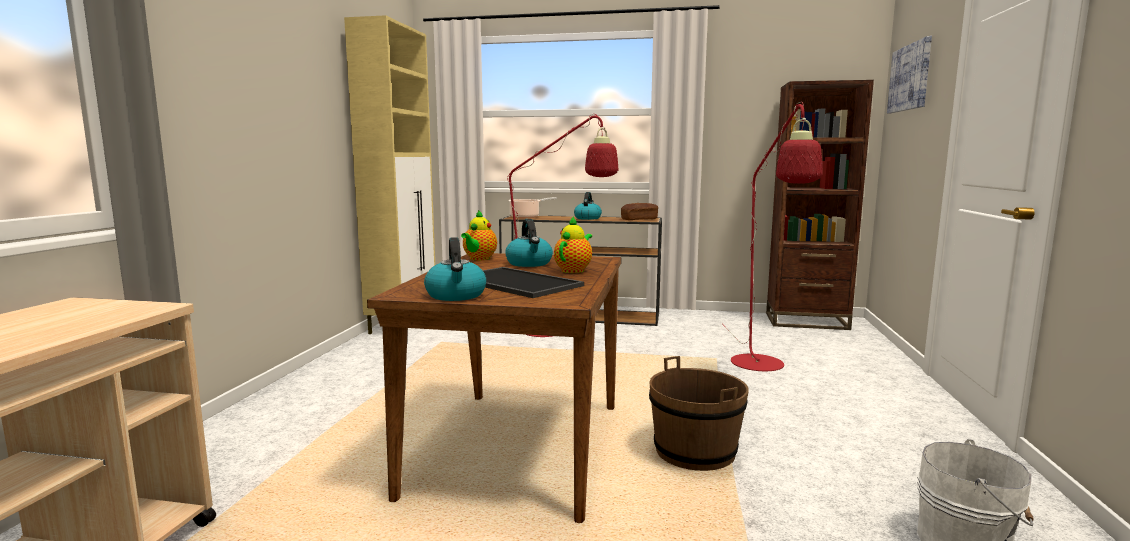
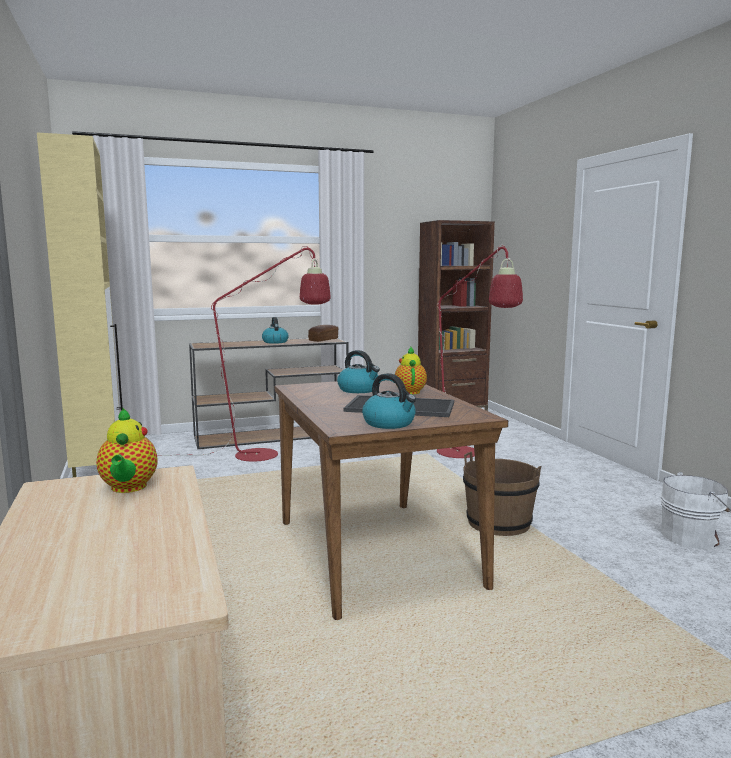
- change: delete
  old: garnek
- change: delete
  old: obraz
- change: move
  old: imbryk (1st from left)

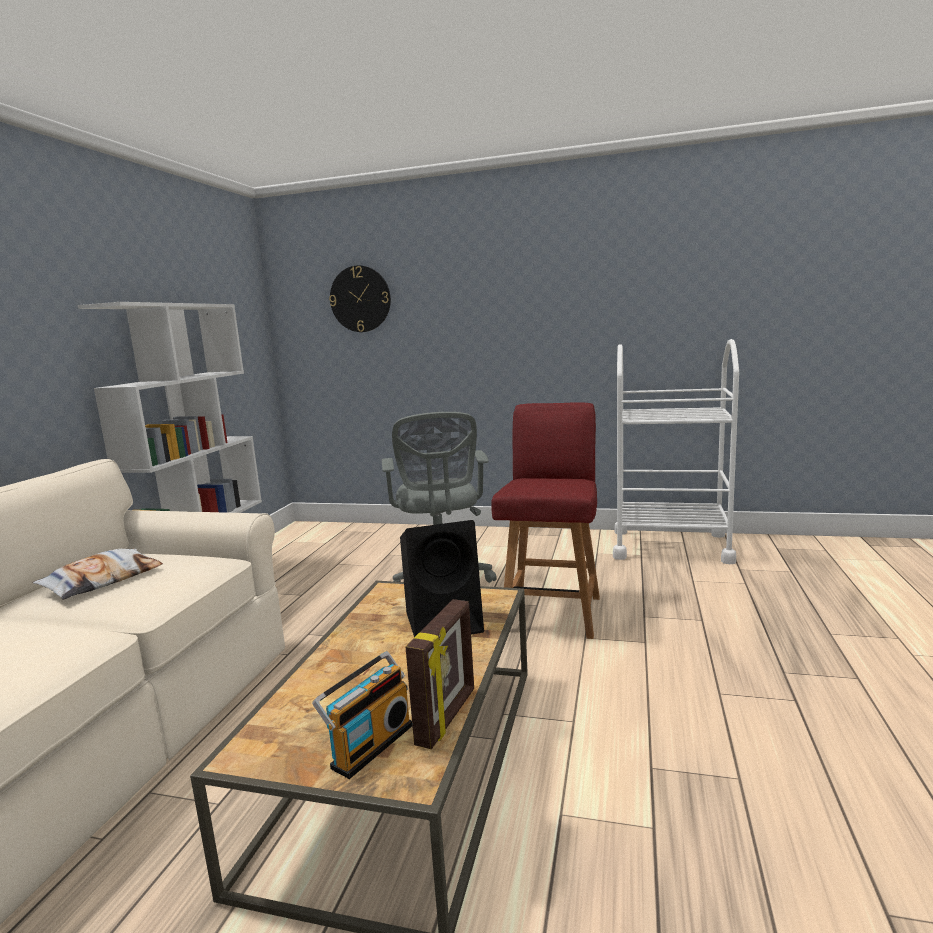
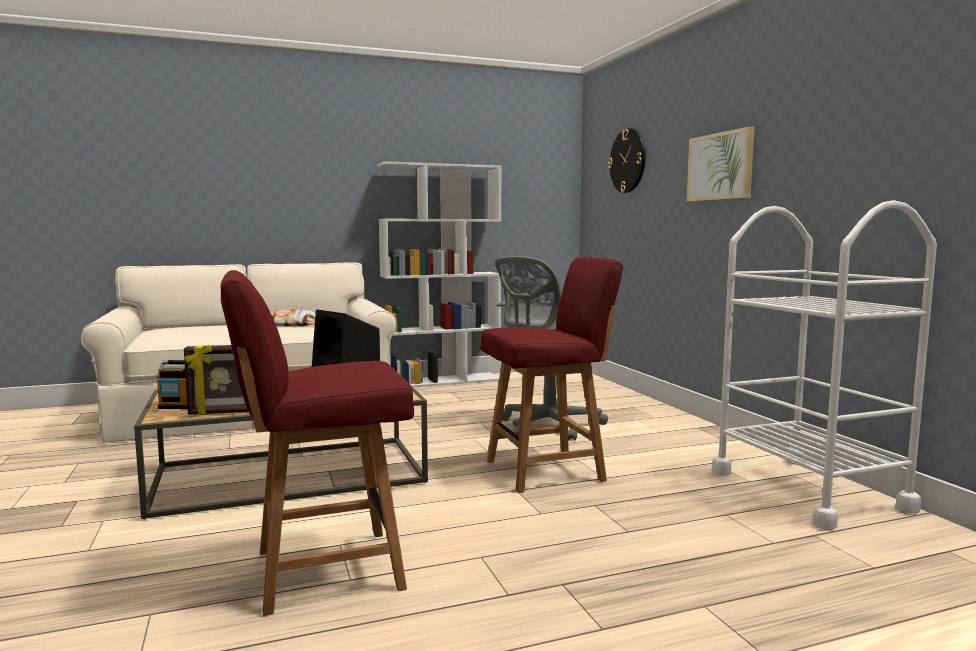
- change: insert
  new: krzesło [czerwony] (1st from left)
- change: insert
  new: obraz

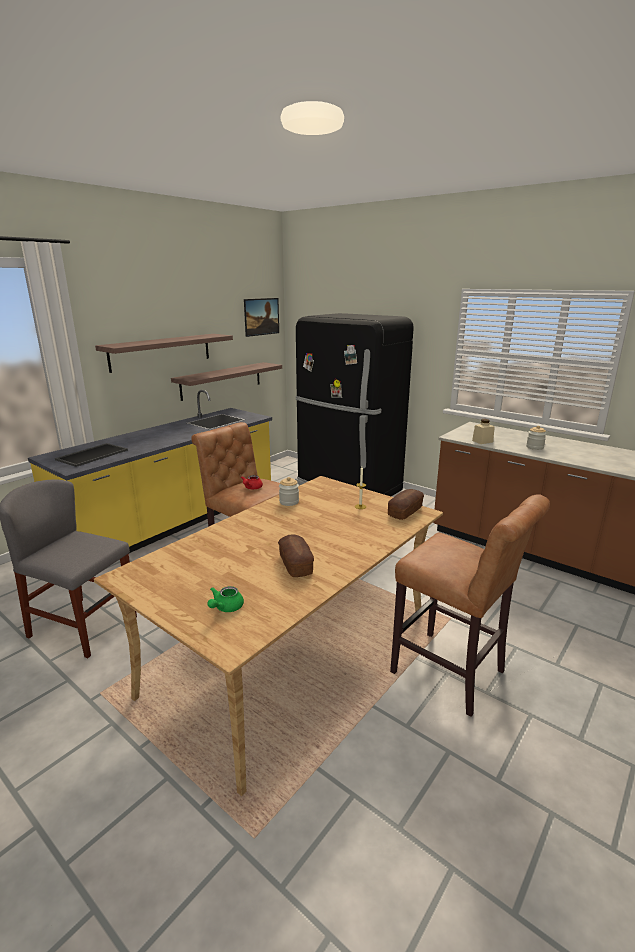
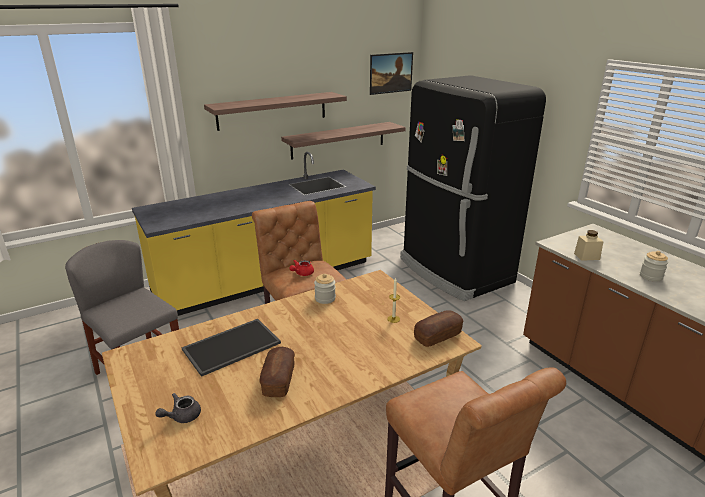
- change: move
  old: taca
- change: recolor
  old: imbryk [zielony]
  new: imbryk [szary]

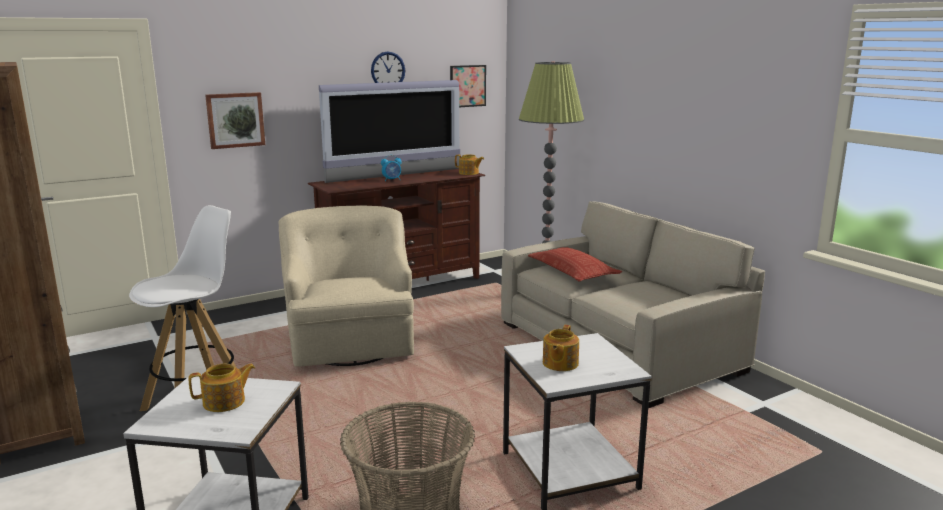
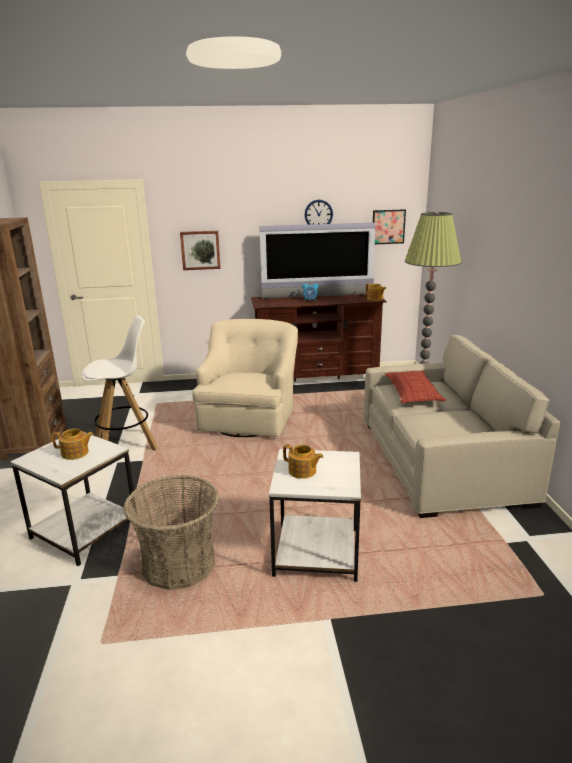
- change: rotate
  old: imbryk (3rd from left in the first image)
  degrees: -105

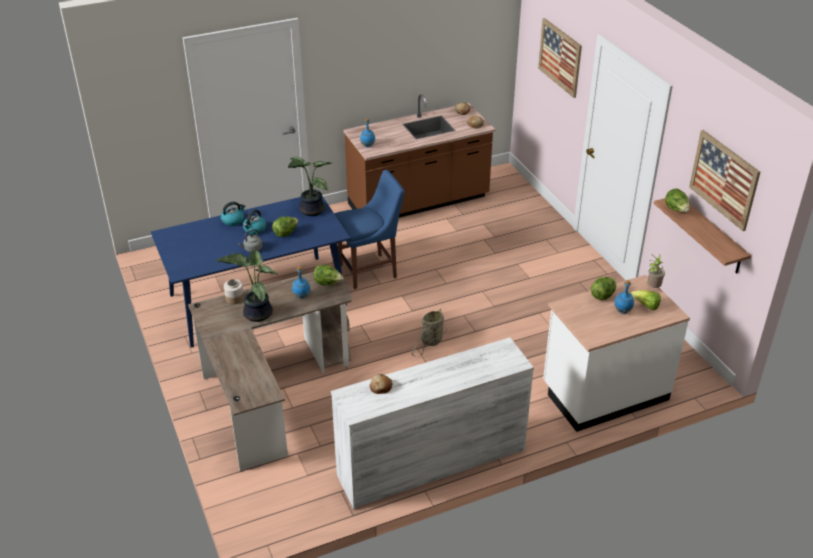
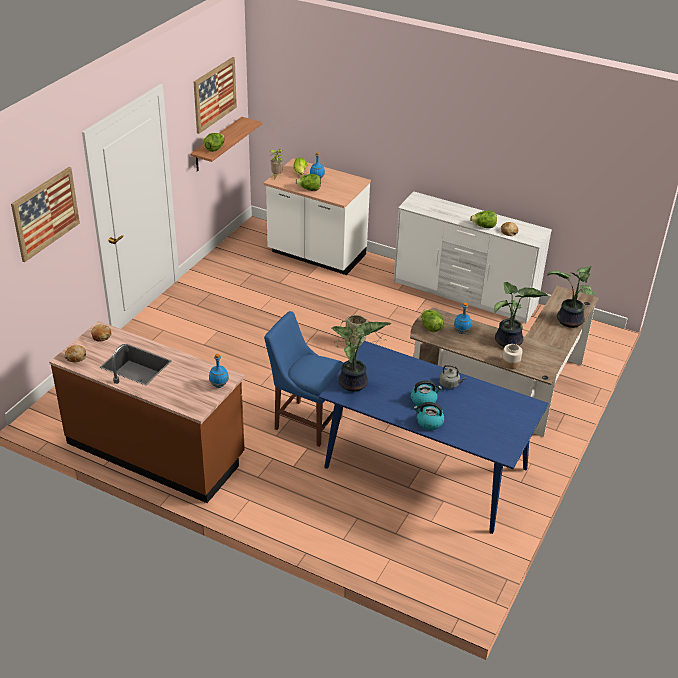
- change: insert
  new: roślina doniczkowa (4th from left)
- change: move
  old: sałata (1st from left in the first image)
  new: sałata (5th from left)

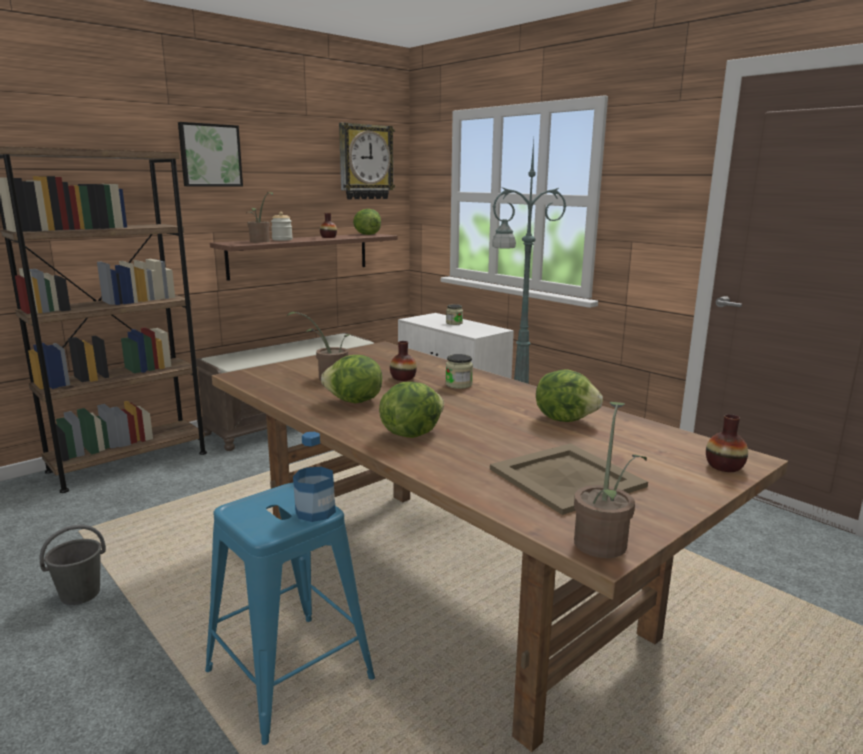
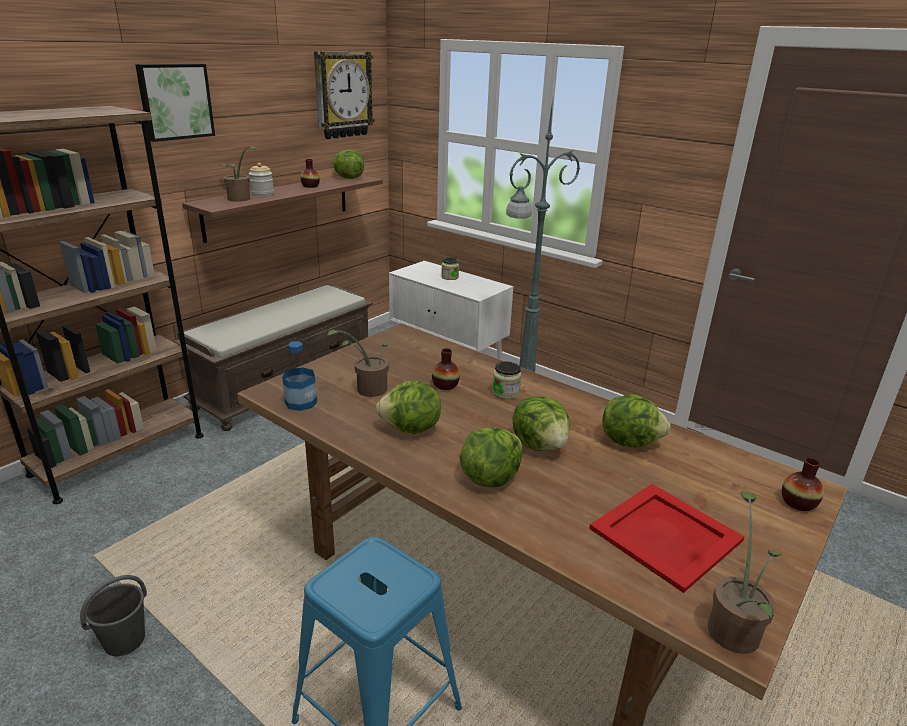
- change: insert
  new: sałata (4th from left)
- change: move
  old: butelka
- change: recolor
  old: taca [beżowy]
  new: taca [czerwony]

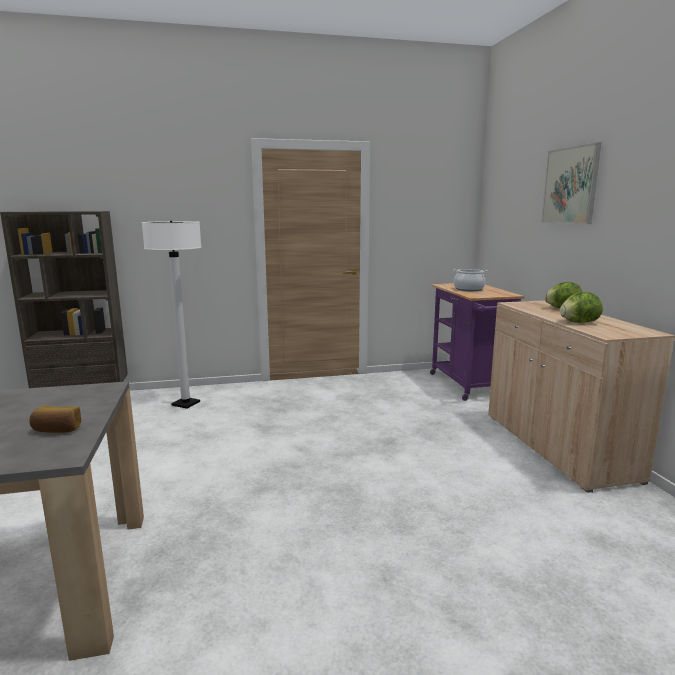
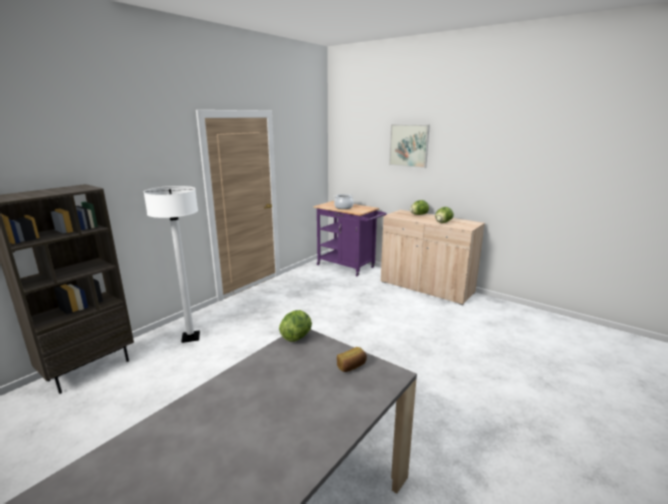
- change: insert
  new: sałata (1st from left)

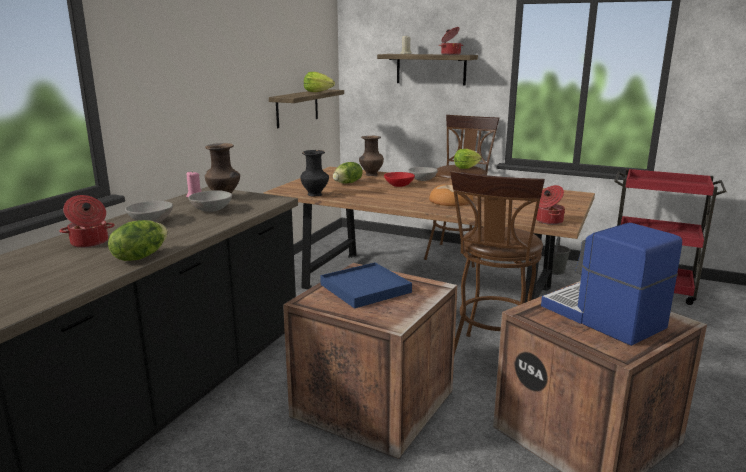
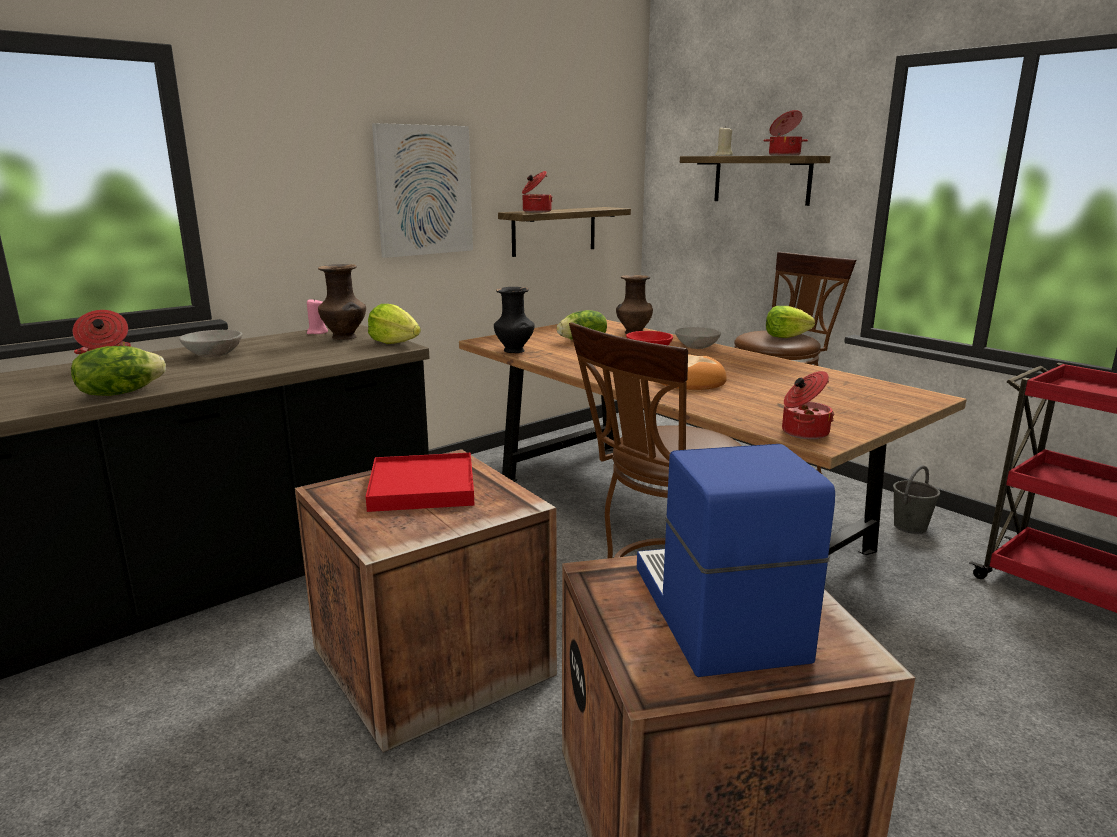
- change: delete
  old: miska [szary] (2nd from left)
- change: insert
  new: obraz
- change: insert
  new: garnek (2nd from left)
- change: move
  old: sałata (2nd from left)
- change: recolor
  old: taca [niebieski]
  new: taca [czerwony]

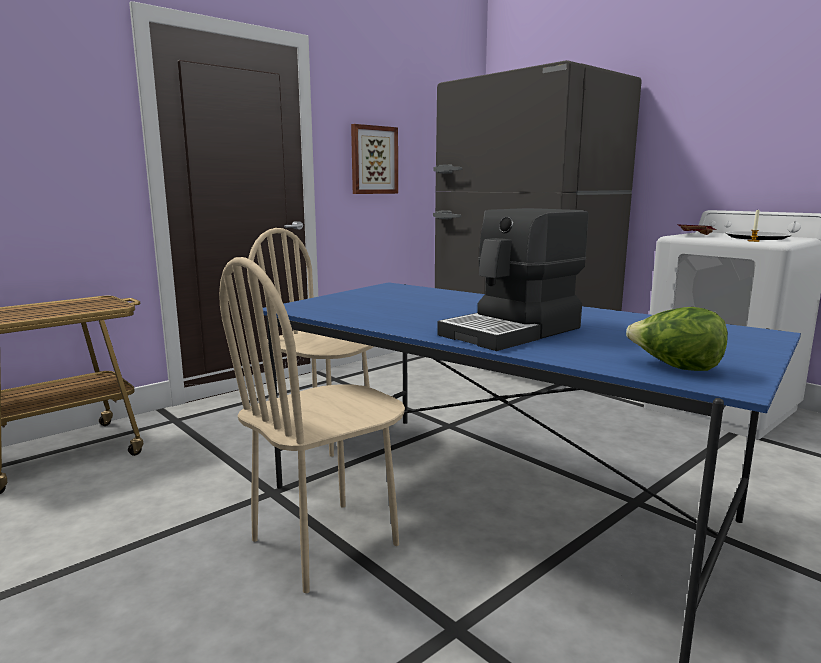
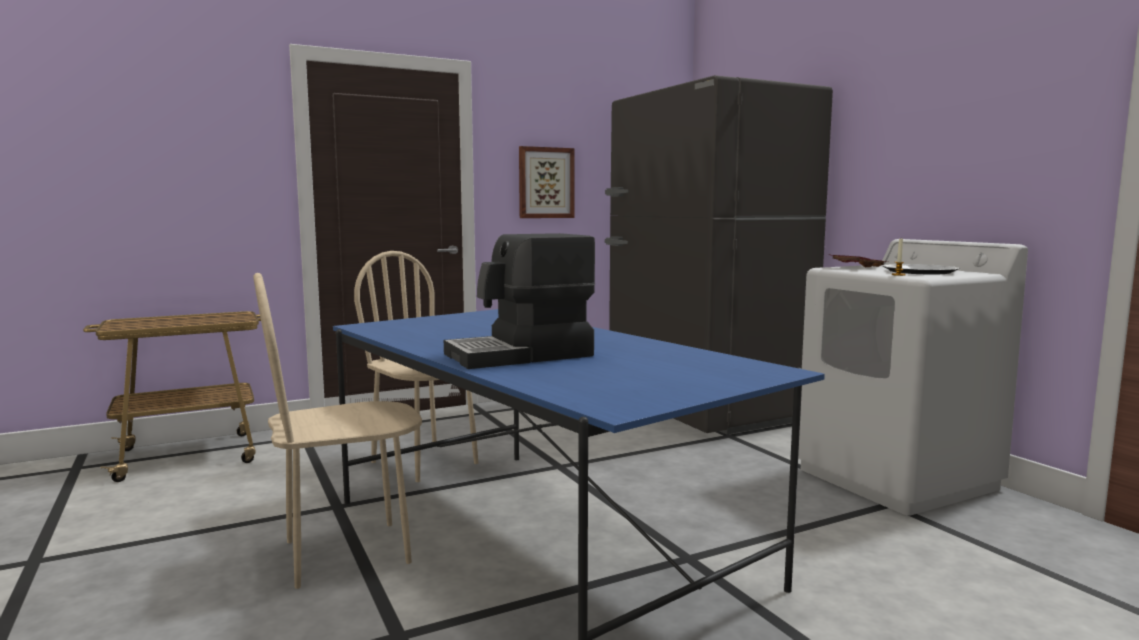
- change: delete
  old: sałata

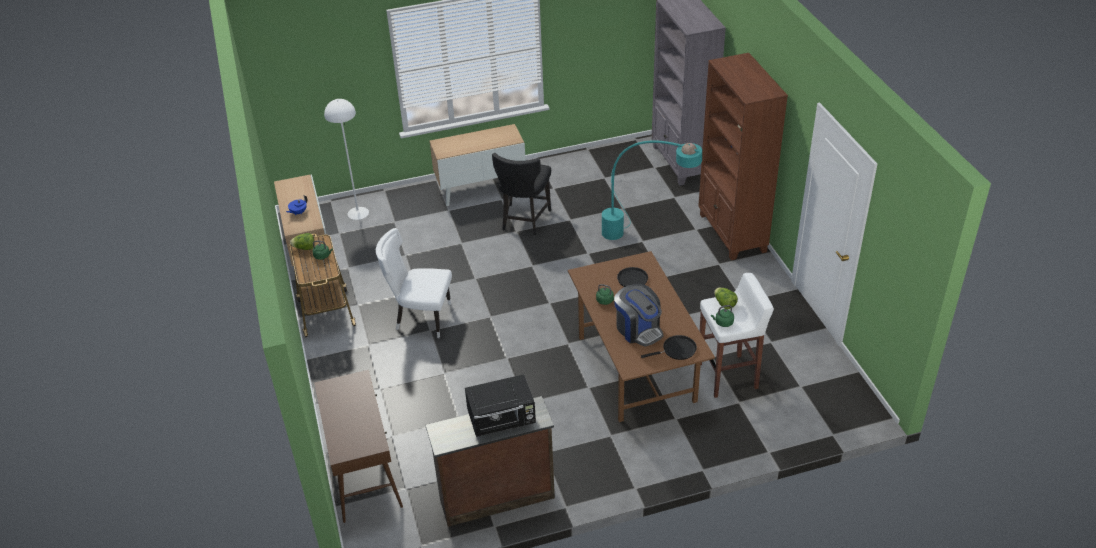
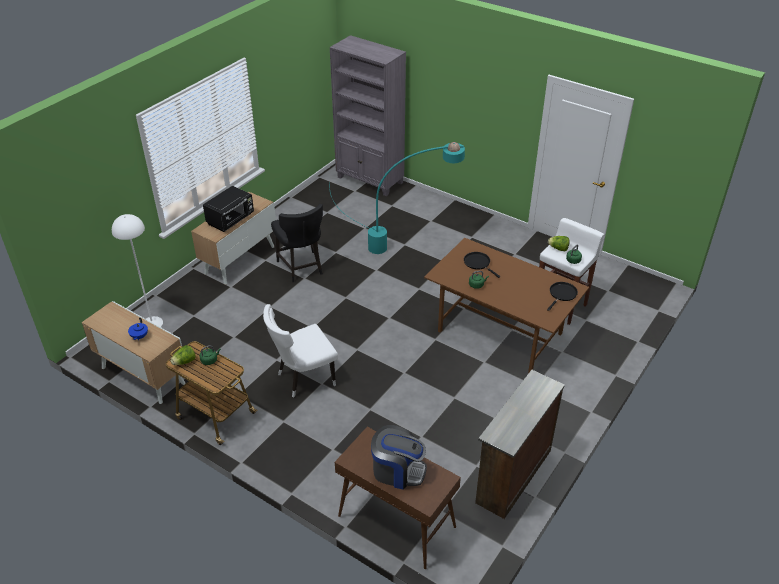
- change: delete
  old: regał [brązowy]
- change: move
  old: mikrofalówka [czarny]
- change: move
  old: ekspres do kawy

